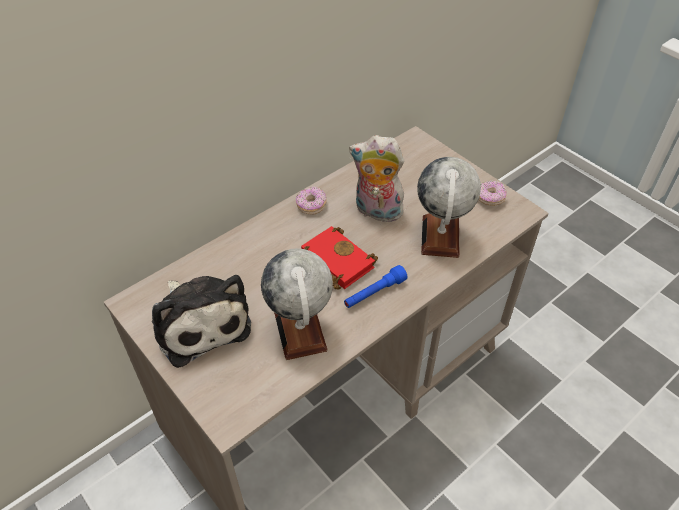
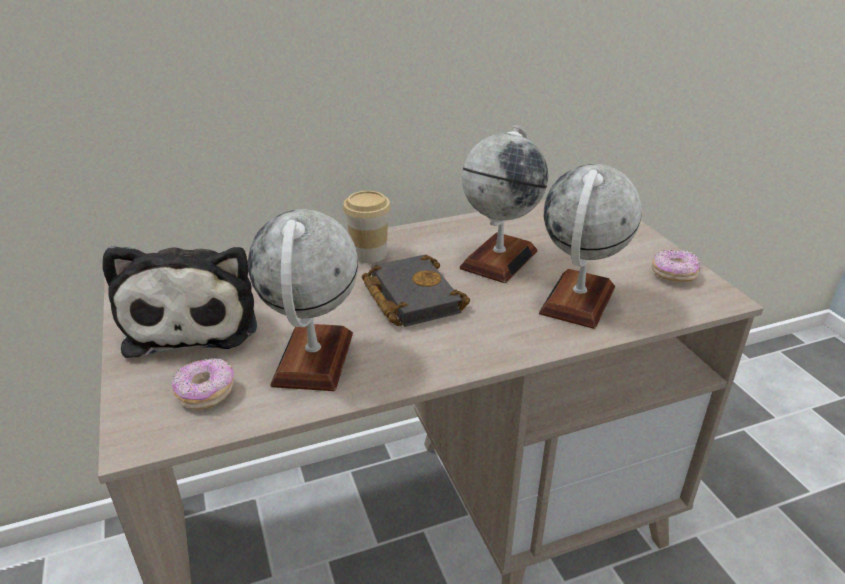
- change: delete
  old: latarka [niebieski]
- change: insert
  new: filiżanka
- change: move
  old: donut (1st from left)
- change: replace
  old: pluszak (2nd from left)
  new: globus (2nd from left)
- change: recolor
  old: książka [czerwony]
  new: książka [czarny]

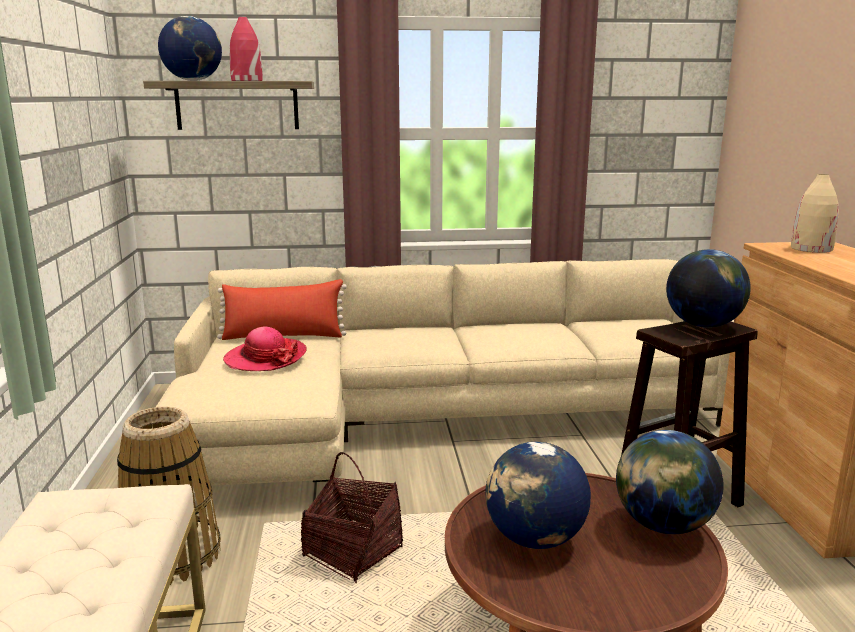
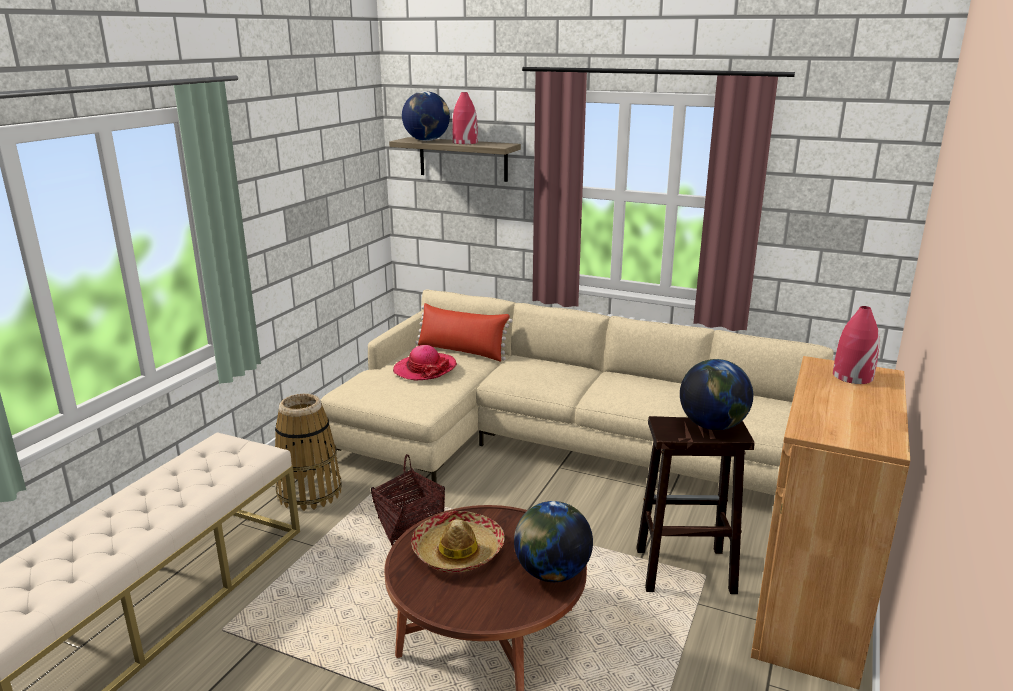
- change: replace
  old: globus (2nd from left)
  new: kapelusz (2nd from left)
- change: recolor
  old: wazon [beżowy]
  new: wazon [czerwony] (2nd from left)

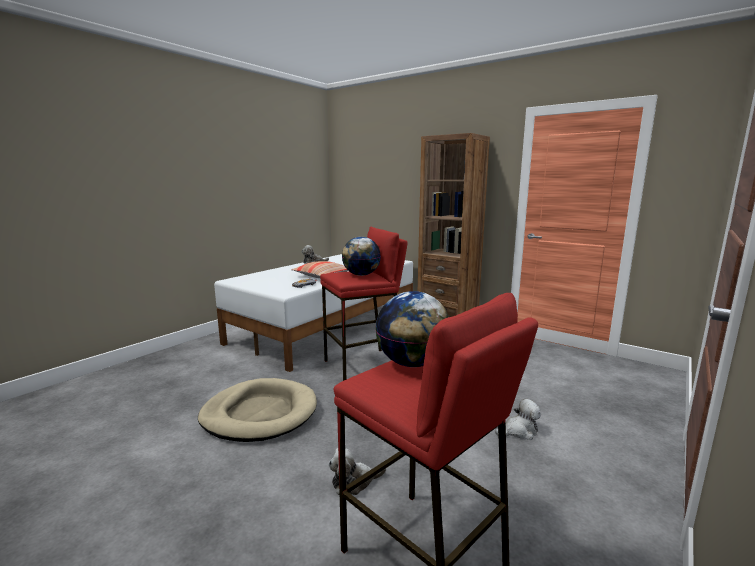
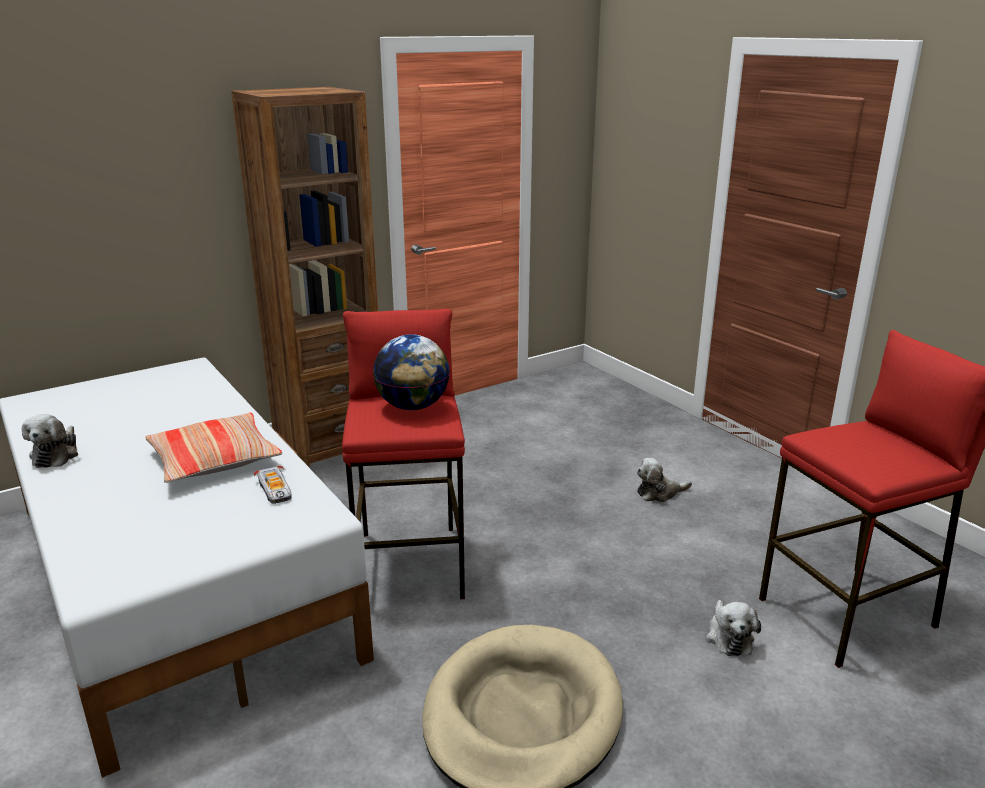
- change: delete
  old: globus (2nd from left)
- change: rotate
  old: pluszak (3rd from left in the first image)
  degrees: -105

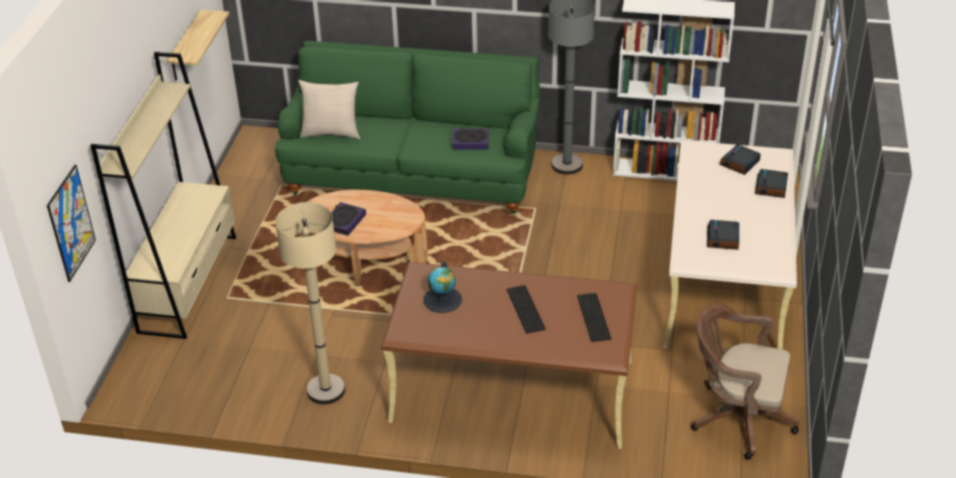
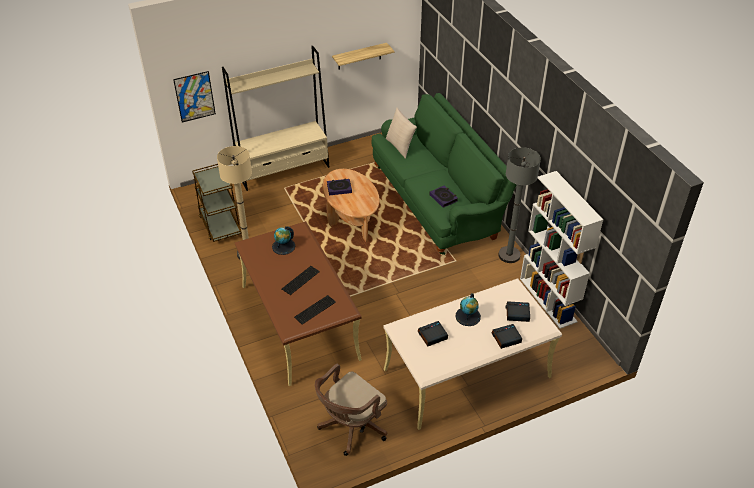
- change: insert
  new: wózek [brązowy]
- change: insert
  new: globus (2nd from left)
- change: rotate
  old: krzesło biurowe [brązowy]
  degrees: -120

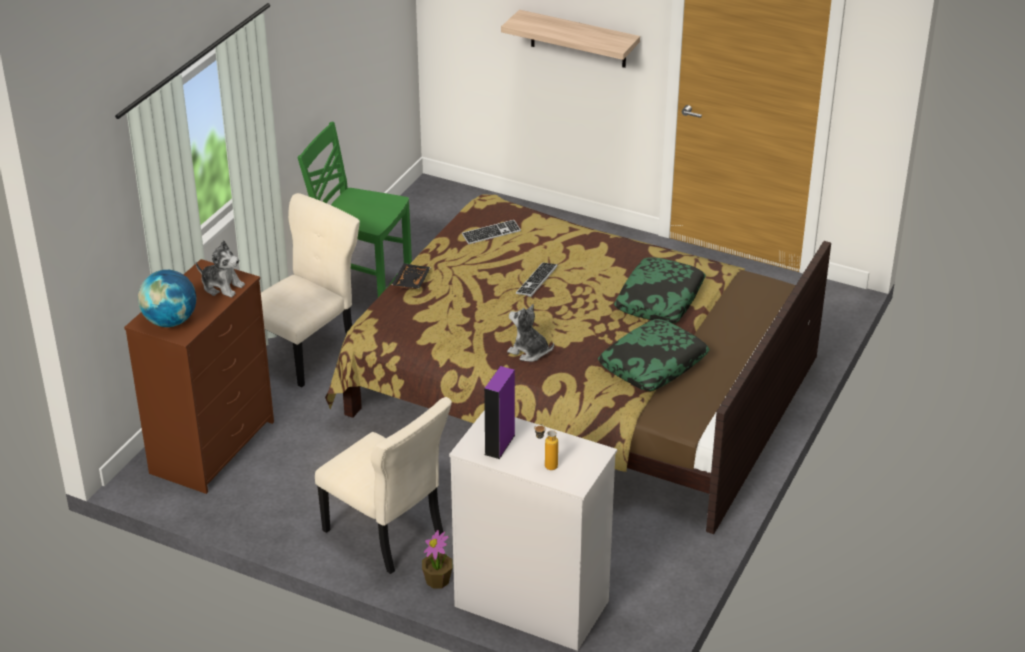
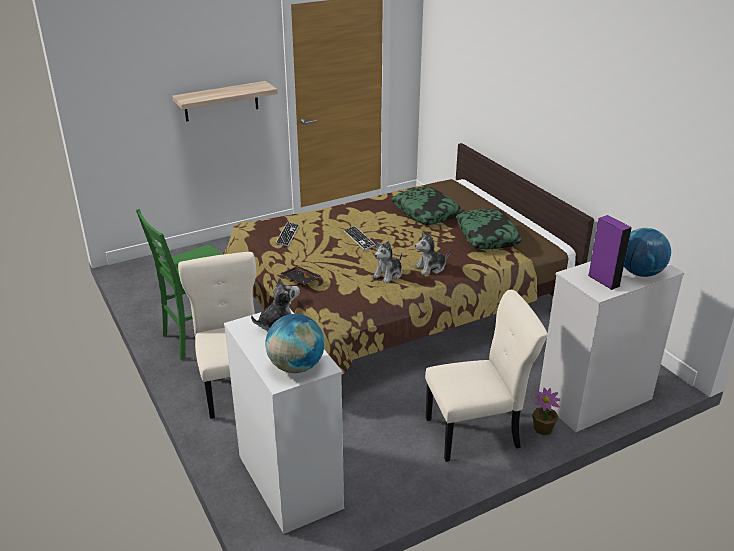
- change: insert
  new: pluszak (2nd from left)
- change: replace
  old: butelka
  new: globus (2nd from left)
- change: recolor
  old: komoda [brązowy]
  new: komoda [biały] (1st from left)

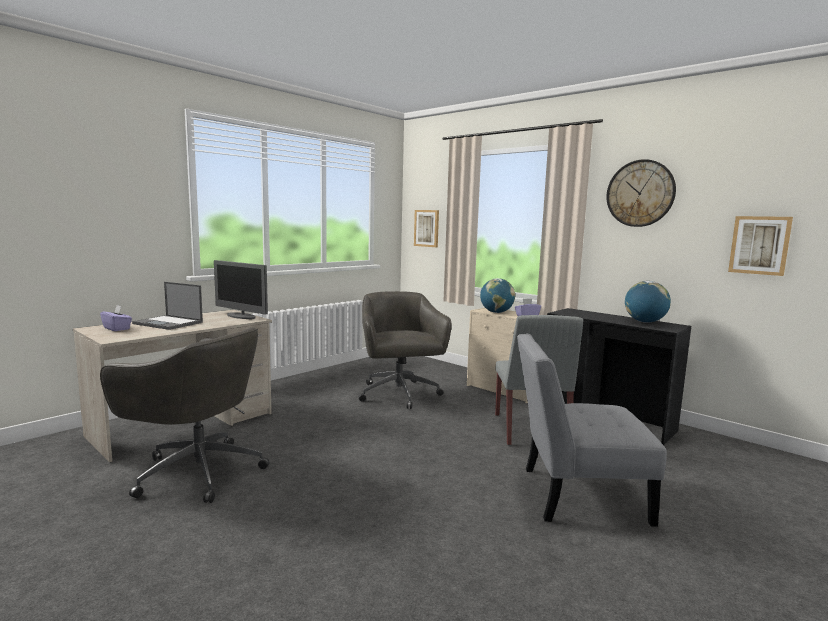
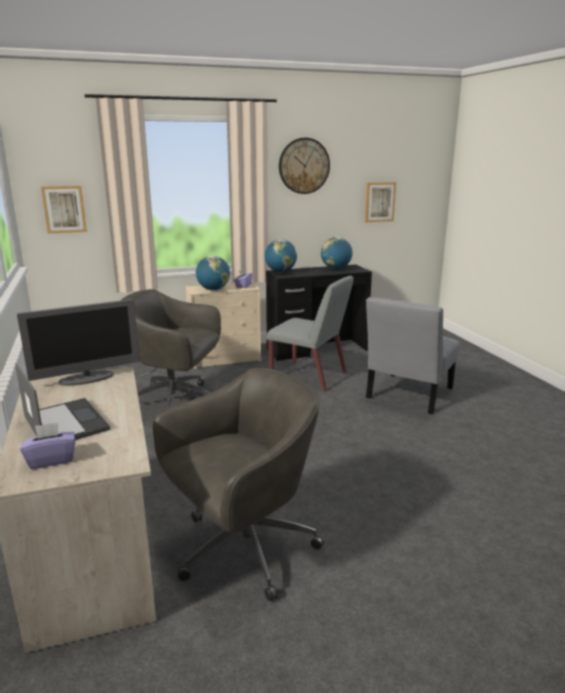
- change: insert
  new: globus (2nd from left)
- change: rotate
  old: laptop
  degrees: -90

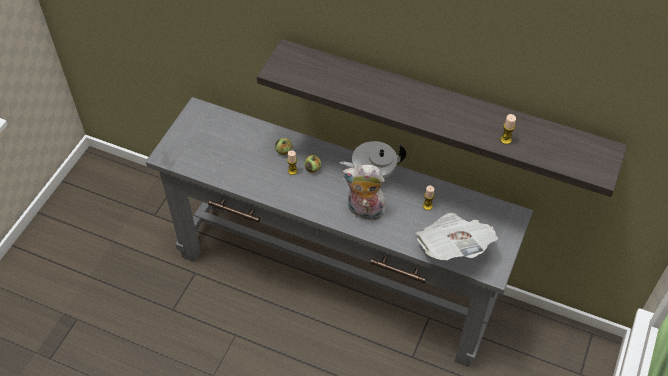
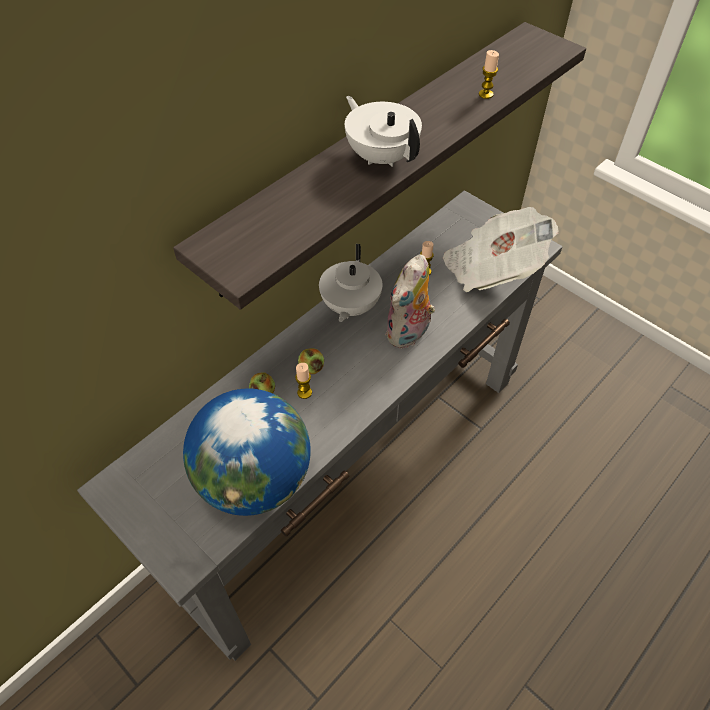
- change: insert
  new: globus
- change: insert
  new: imbryk [biały] (2nd from left)

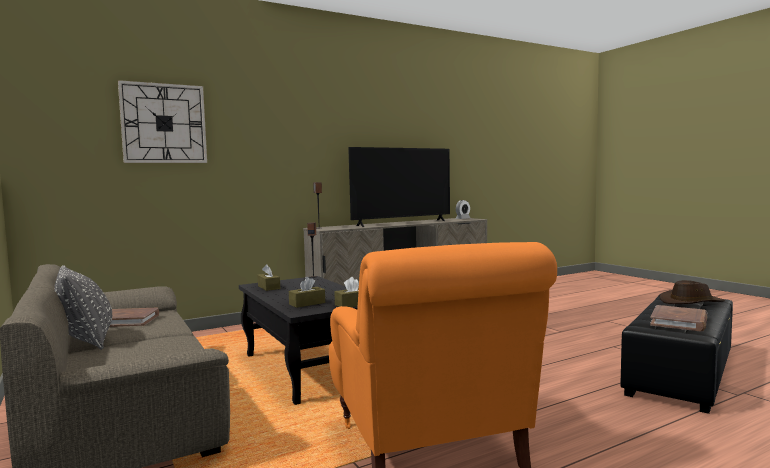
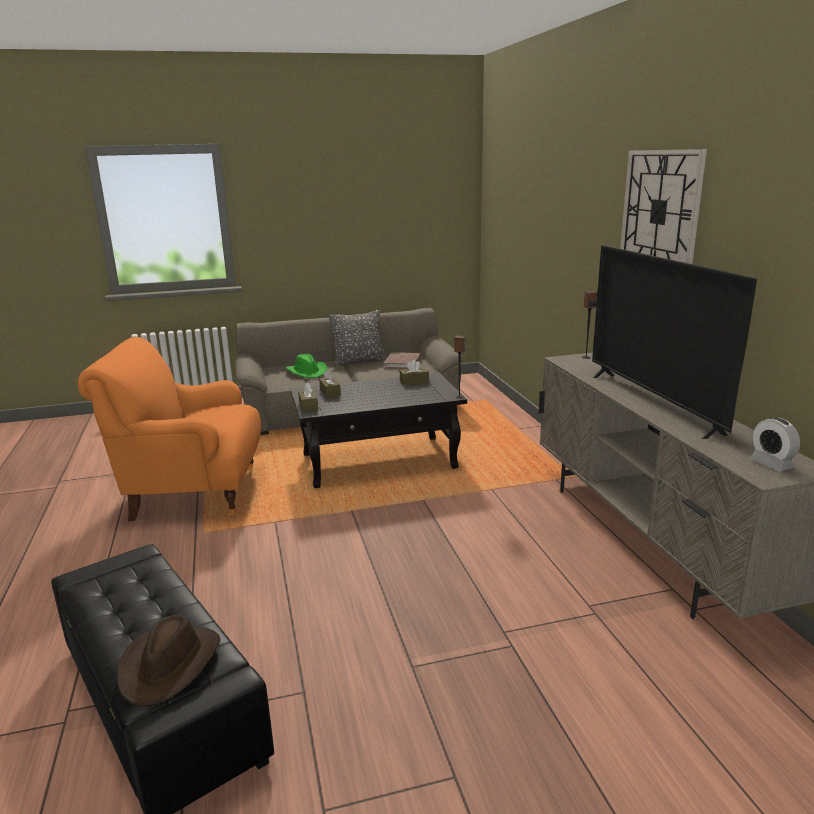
- change: delete
  old: książka [brązowy] (2nd from left)
- change: insert
  new: kapelusz [zielony]
- change: move
  old: zegar ścienny

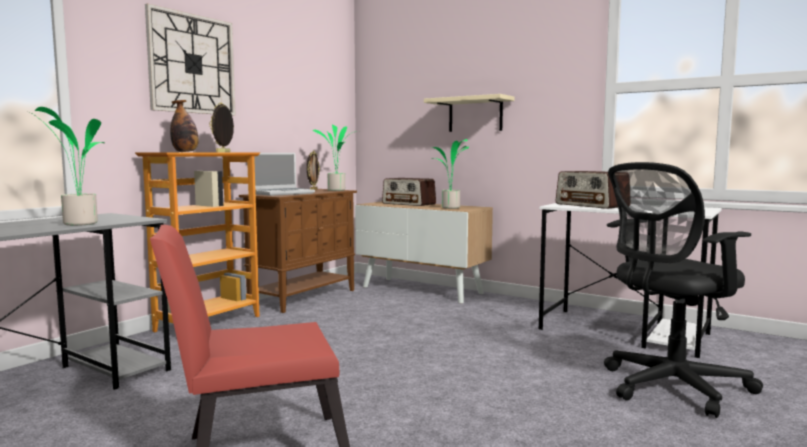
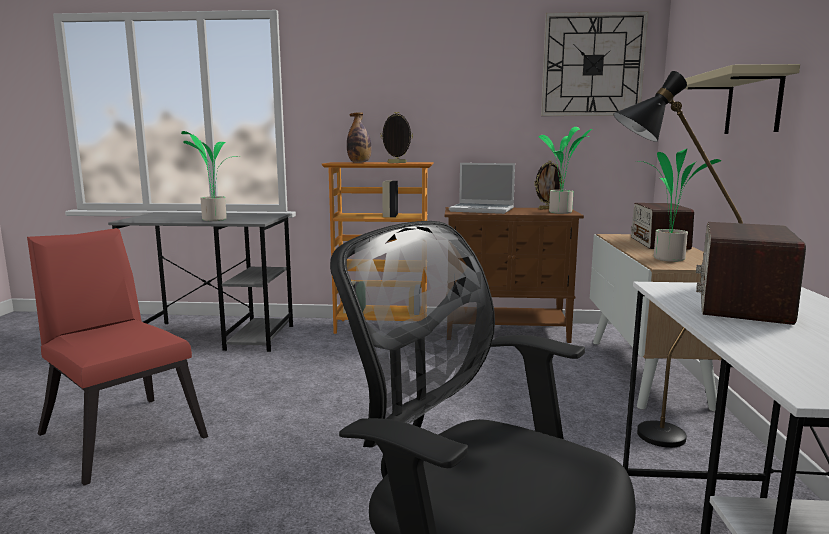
- change: insert
  new: lampa stojąca [czarny]
- change: move
  old: zegar ścienny

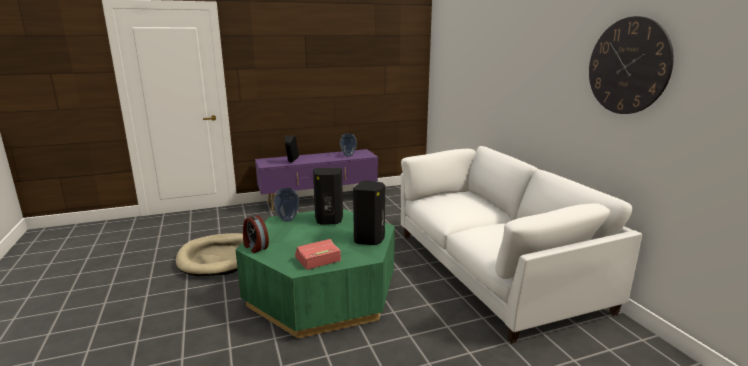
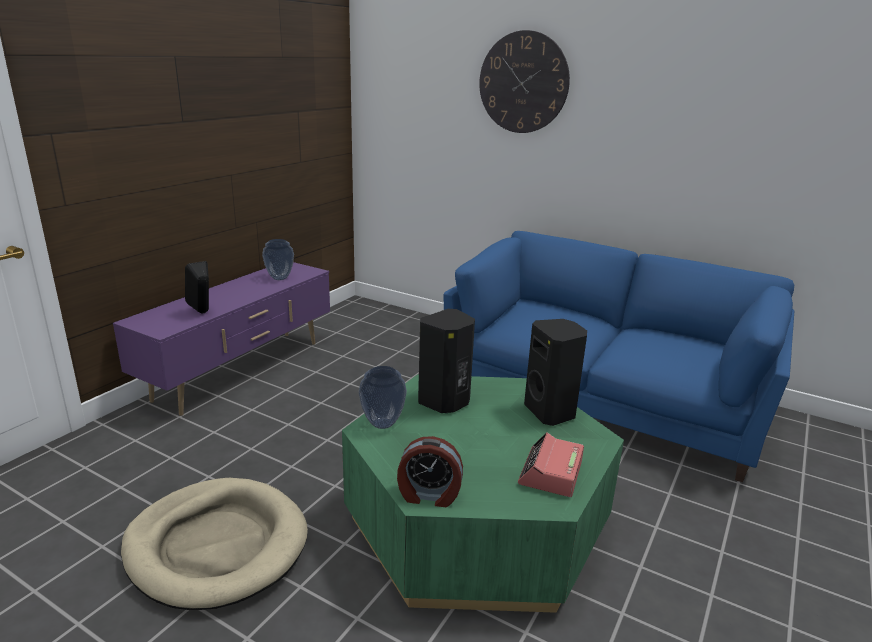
- change: move
  old: zegar ścienny
- change: recolor
  old: kanapa [biały]
  new: kanapa [niebieski]

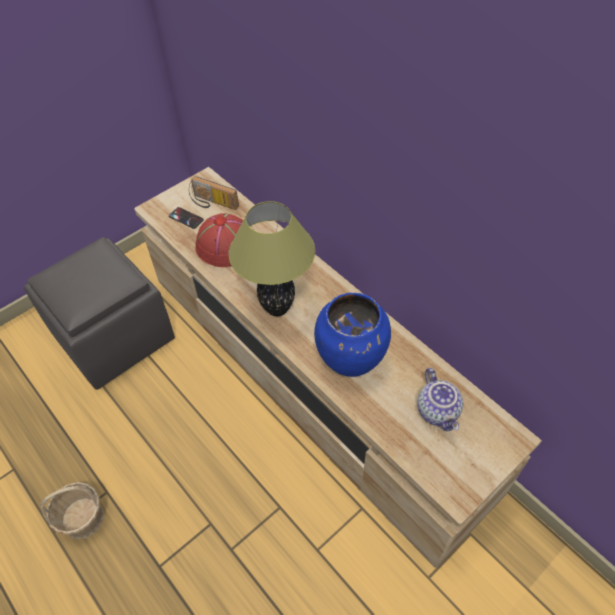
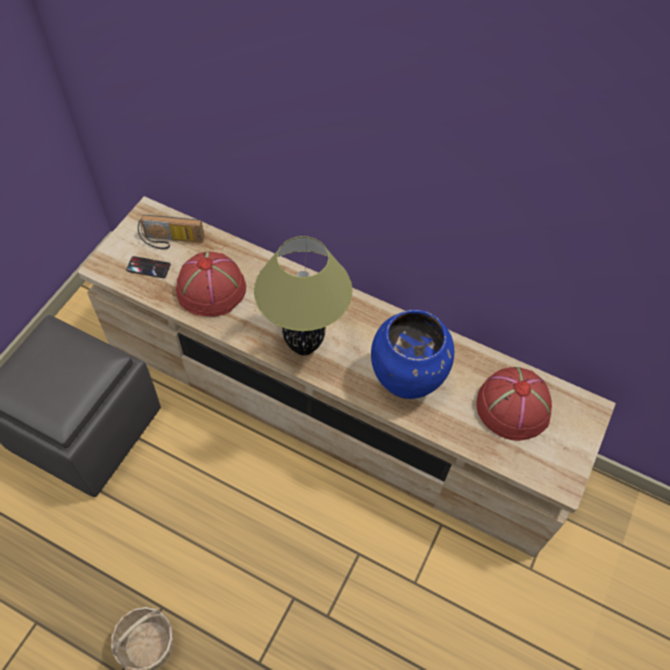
- change: replace
  old: imbryk
  new: kapelusz [czerwony] (2nd from left)

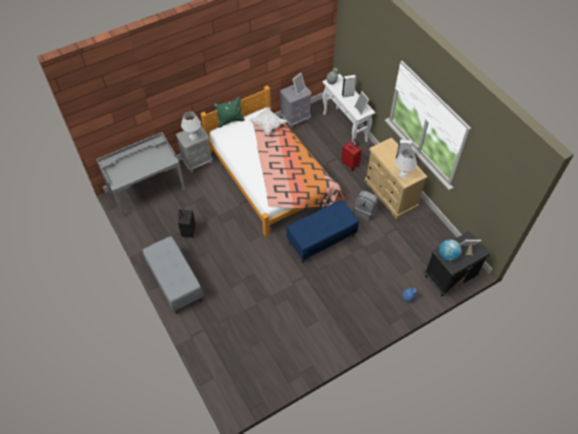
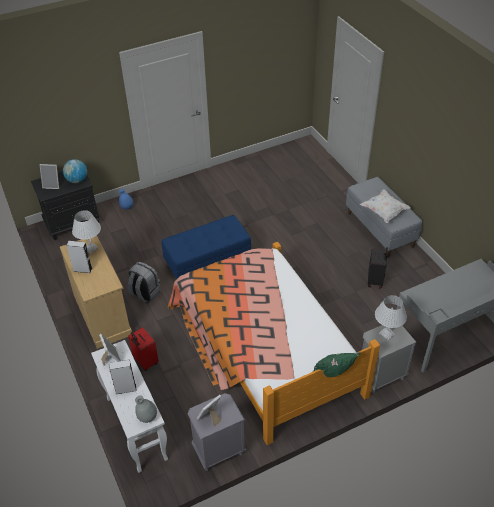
- change: move
  old: poduszka [biały]

